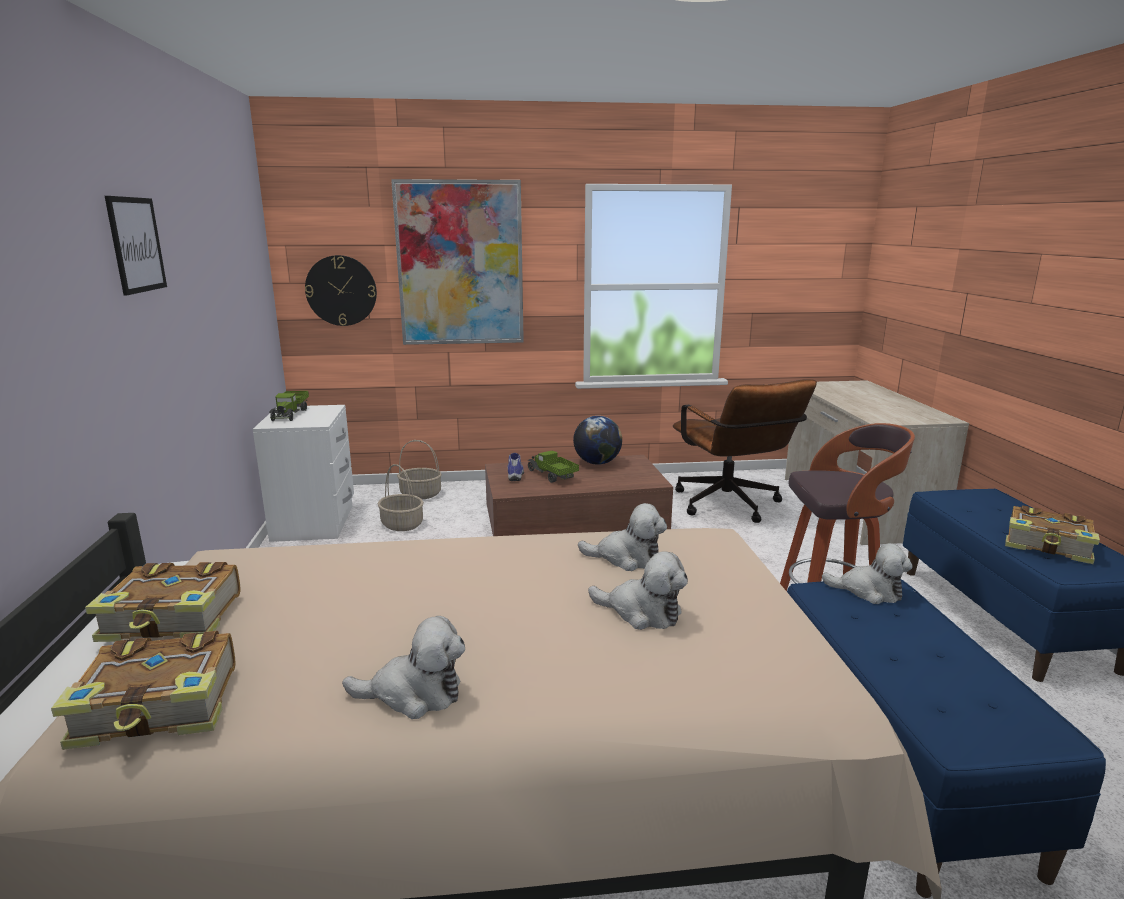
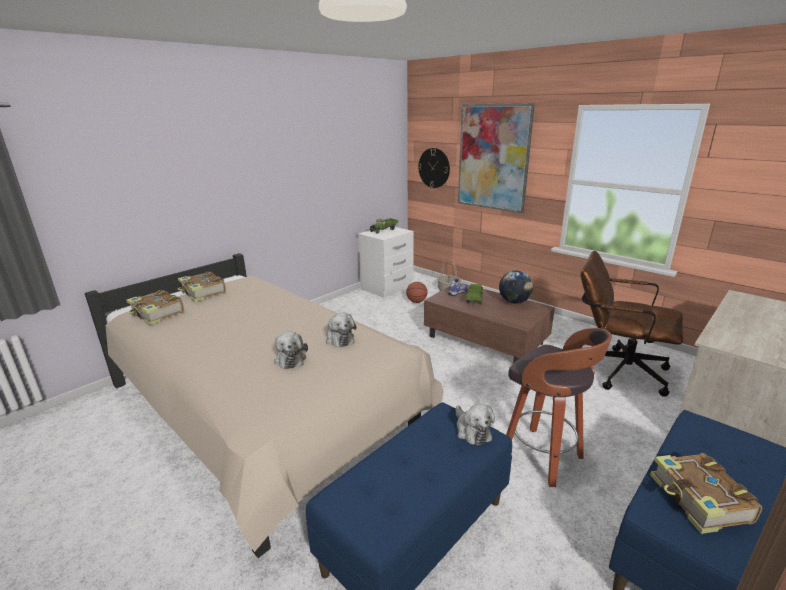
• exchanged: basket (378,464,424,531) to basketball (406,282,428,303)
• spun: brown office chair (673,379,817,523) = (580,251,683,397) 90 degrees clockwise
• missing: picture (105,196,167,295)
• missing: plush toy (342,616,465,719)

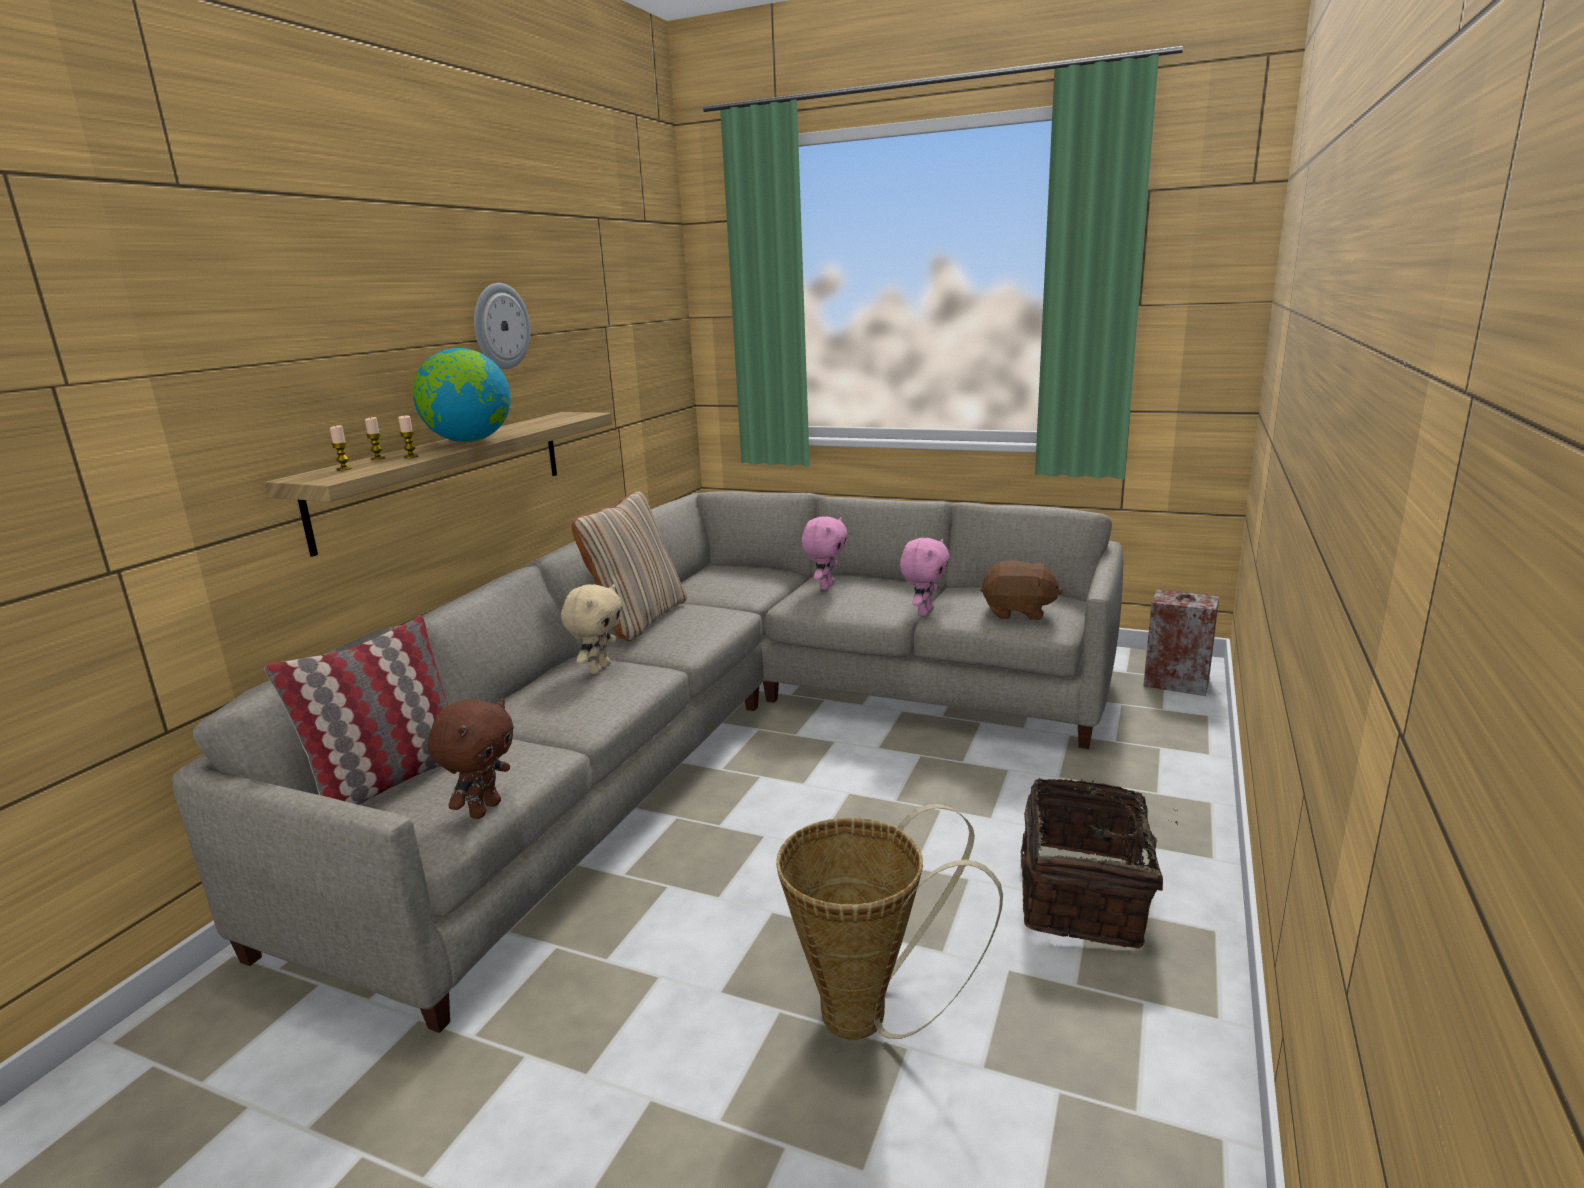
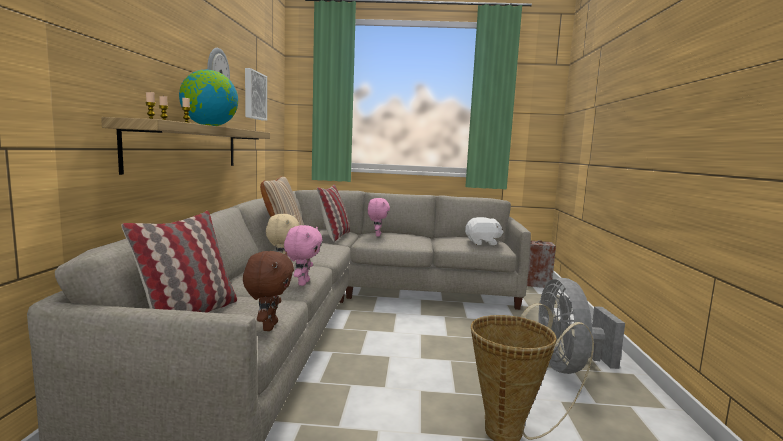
• appeared: picture (245,68,267,121)
• relocated: pink plush toy (900,538,949,616) to (284,225,322,286)
• appeared: pillow (317,184,350,242)
• colour: brown plush toy (981,561,1063,620) to white plush toy (465,217,503,245)
• exchanged: basket (1021,777,1178,948) to grey fan (538,278,625,374)

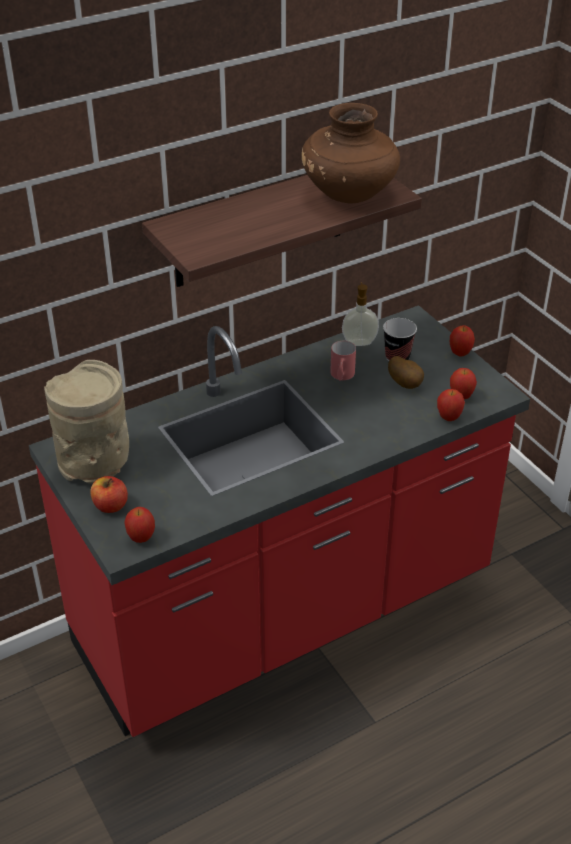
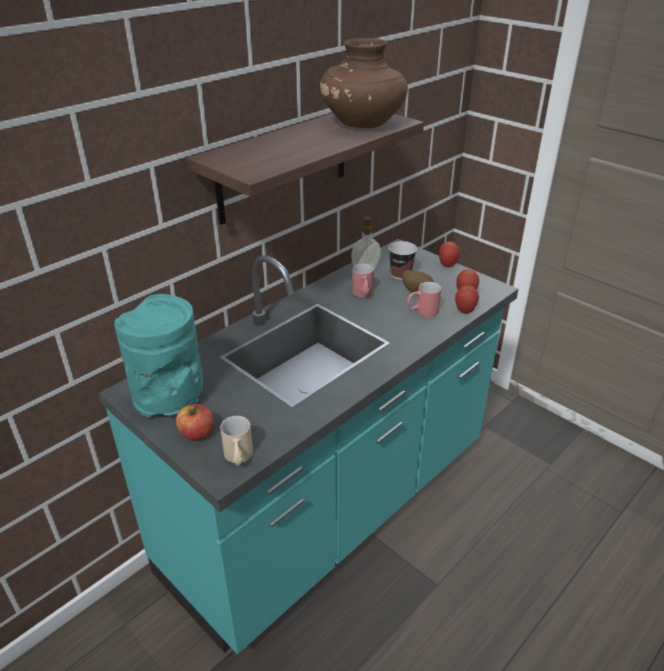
• colour: red counter (29,305,530,737) to turquoise counter (98,239,518,654)
• colour: beige vase (44,360,129,483) to turquoise vase (114,294,203,418)
• exchanged: apple (124,507,155,543) to beige mug (220,416,253,466)
• appeared: red mug (407,282,441,317)

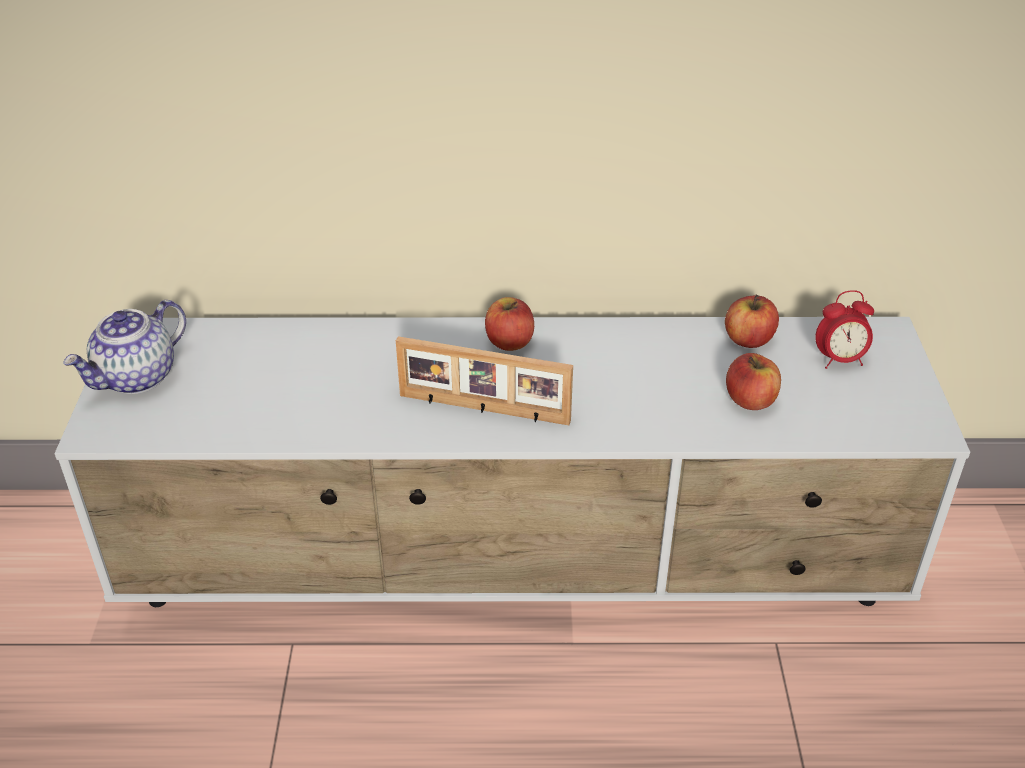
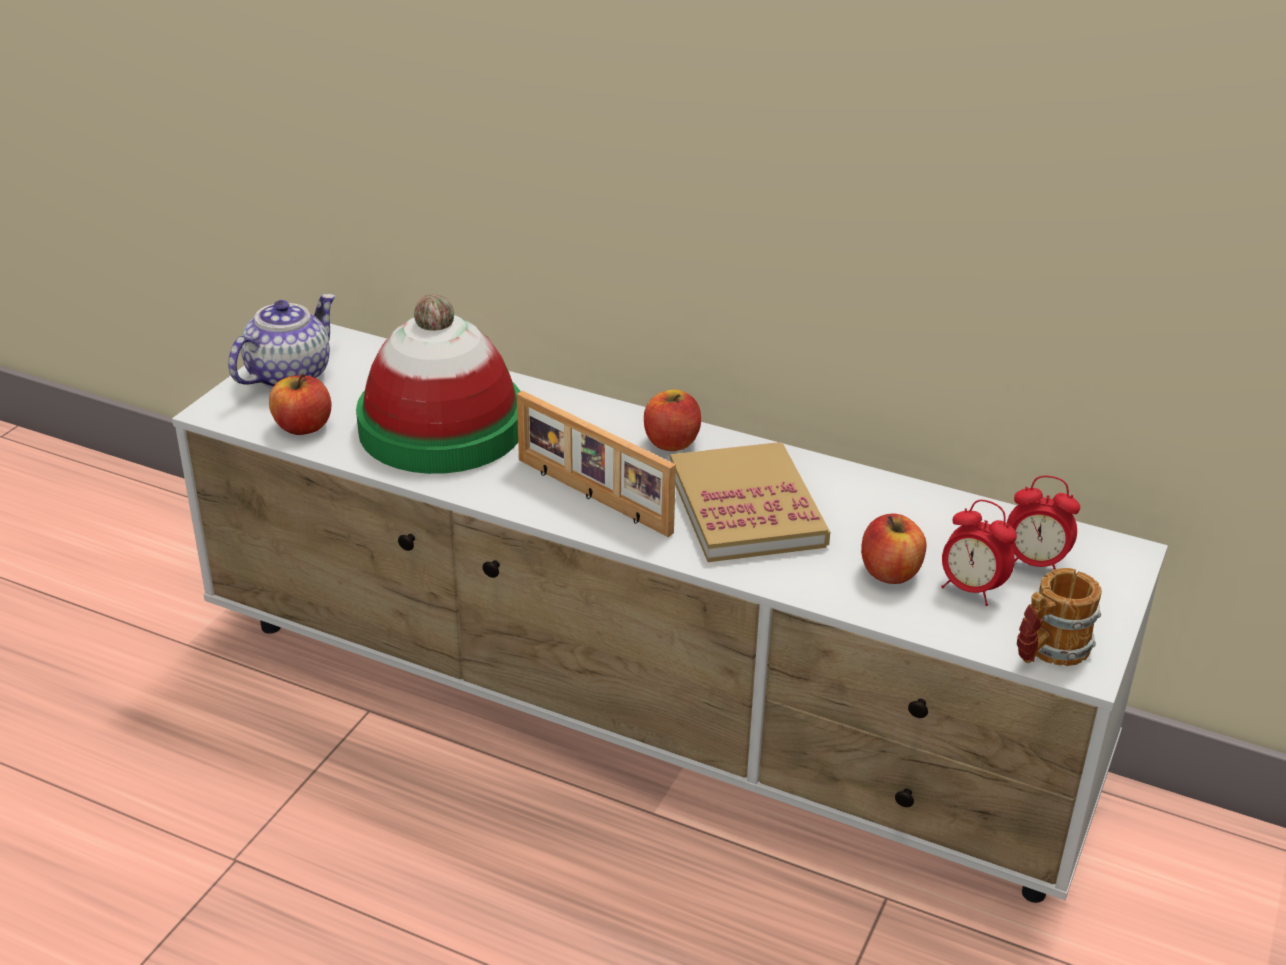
• spun: teapot (63,300,186,394) = (228,294,335,389) 150 degrees clockwise
• relocated: apple (725,294,779,348) to (269,373,331,435)
• appeared: hat (356,294,521,474)
• appeared: book (670,442,830,562)
• appeared: alarm clock (941,500,1017,606)
• appeared: mug (1017,568,1102,666)

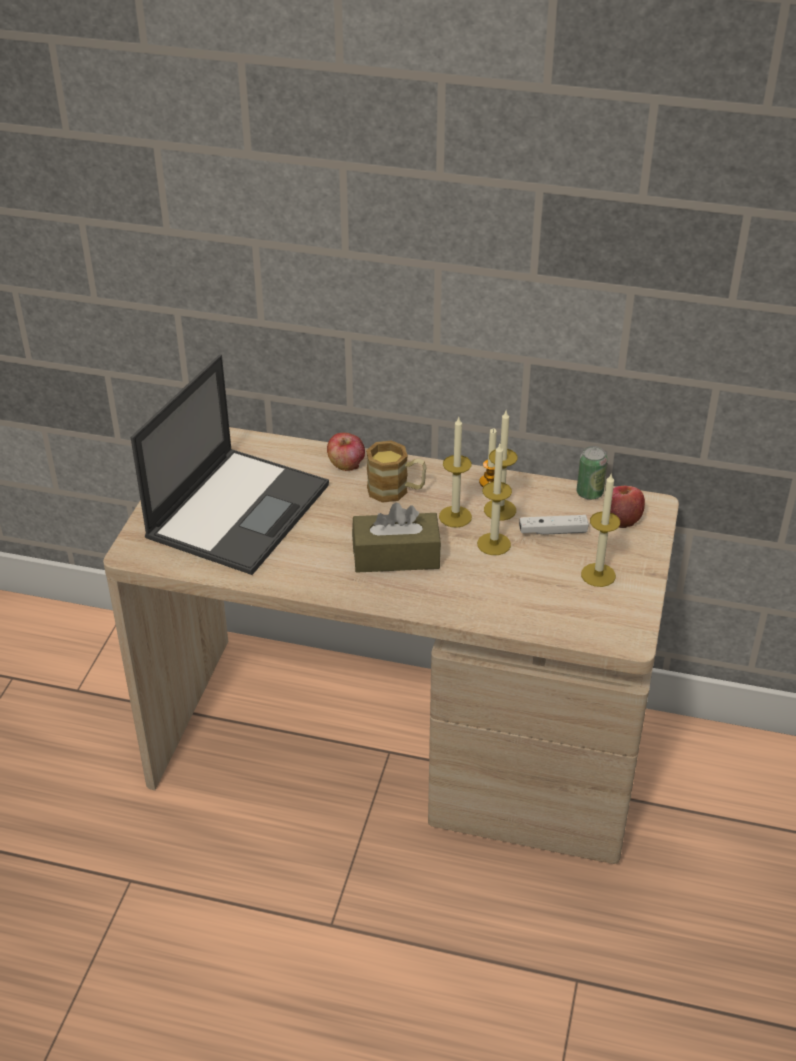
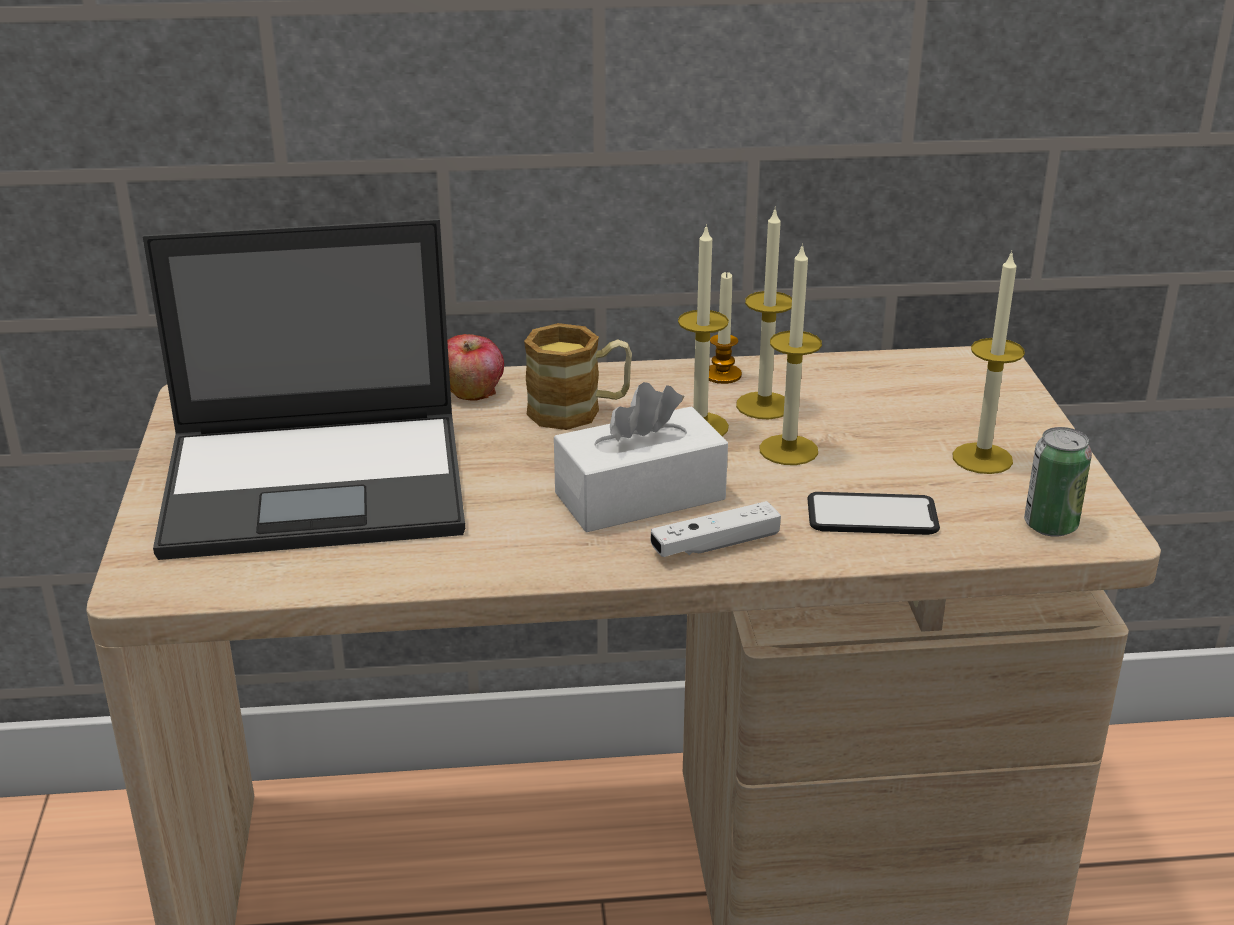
• spun: laptop (130,354,329,575) = (143,219,465,560) 75 degrees clockwise
• colour: brown tissue box (352,502,441,573) to white tissue box (554,382,728,532)
• relocated: white game controller (519,515,589,535) to (650,501,781,557)
• appeared: phone (807,492,940,535)
• relocated: can (577,446,608,500) to (1024,427,1092,537)
• missing: apple (610,486,645,528)

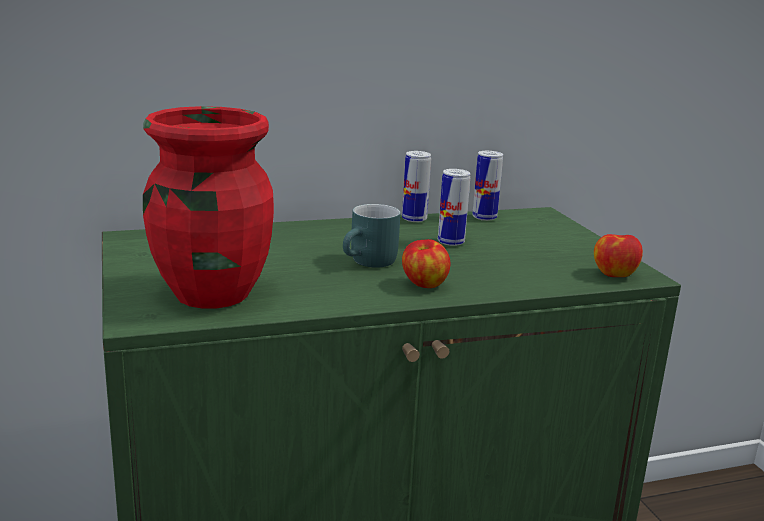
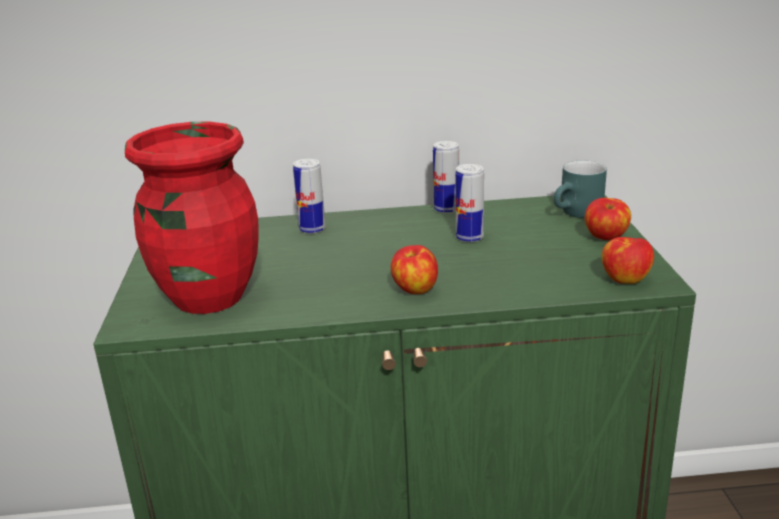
• relocated: can (472,151,503,221) to (293,159,326,234)
• relocated: turquoise mug (343,204,401,268) to (554,161,607,218)
• appeared: apple (585,198,631,240)

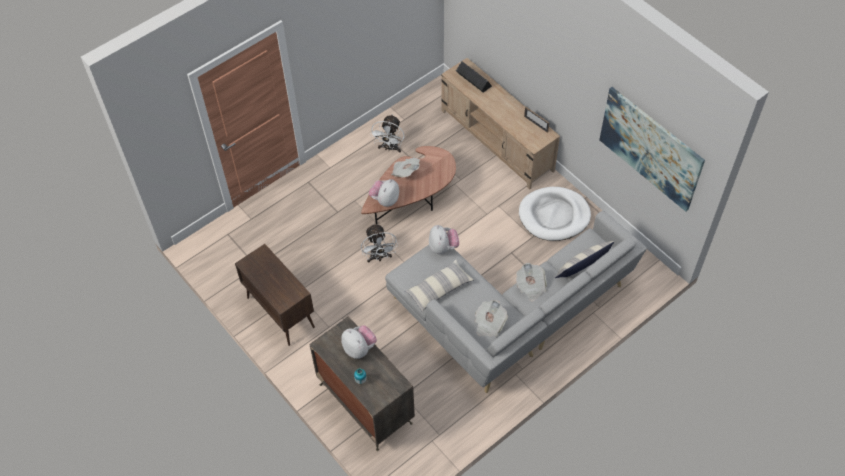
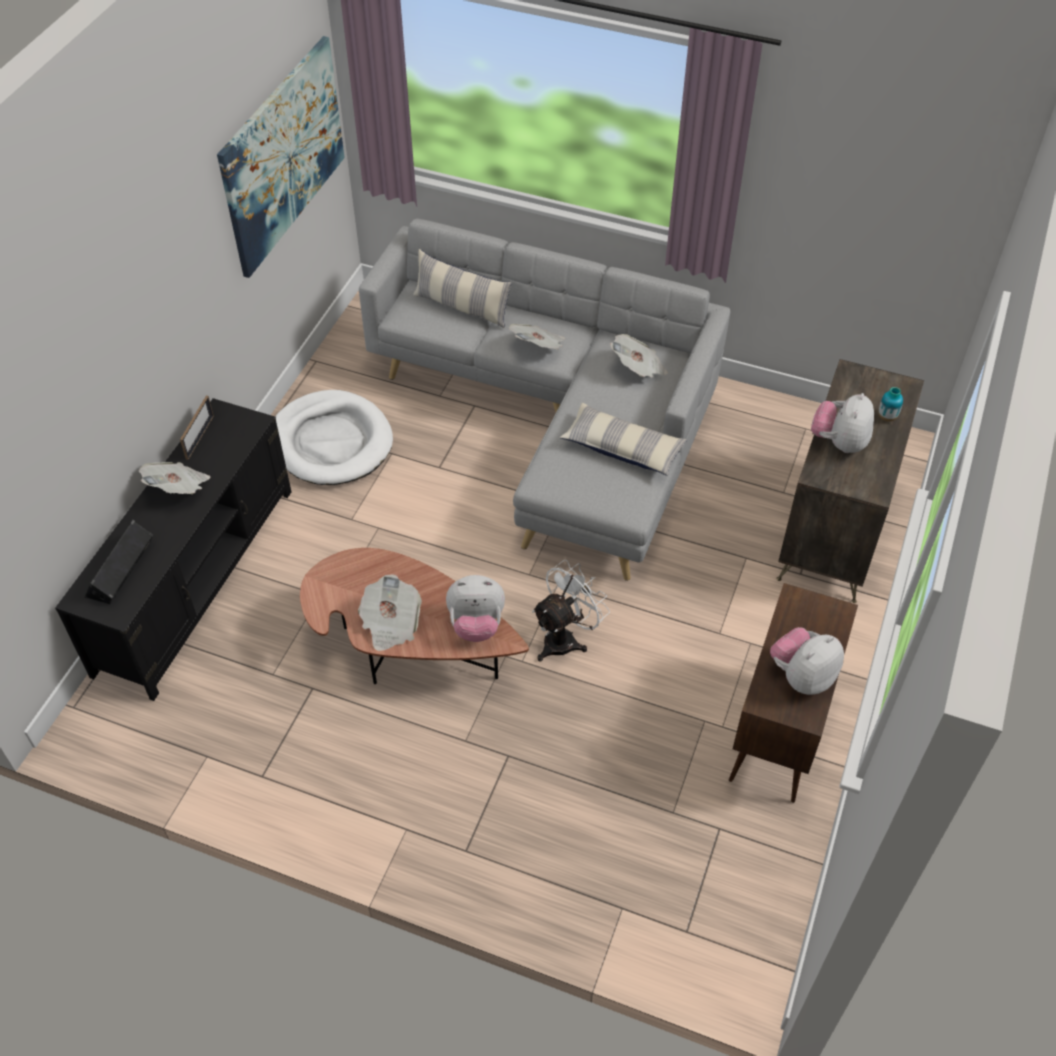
• colour: beige tv stand (441,58,560,189) to black tv stand (55,398,291,701)
• appeared: newspaper (139,462,211,494)
• relocated: plush toy (429,225,459,254) to (770,627,844,695)
• missing: white fan (370,114,405,152)

